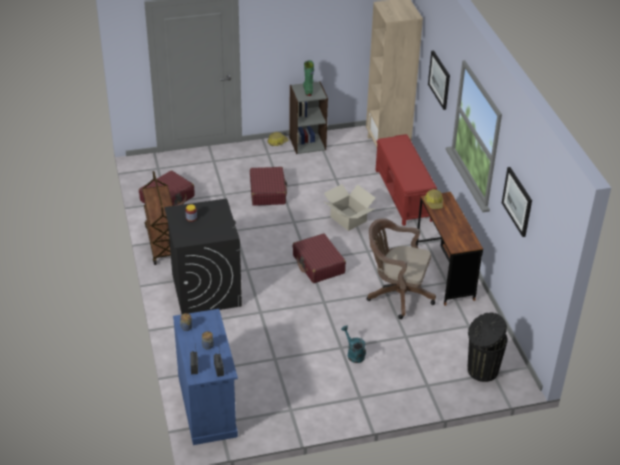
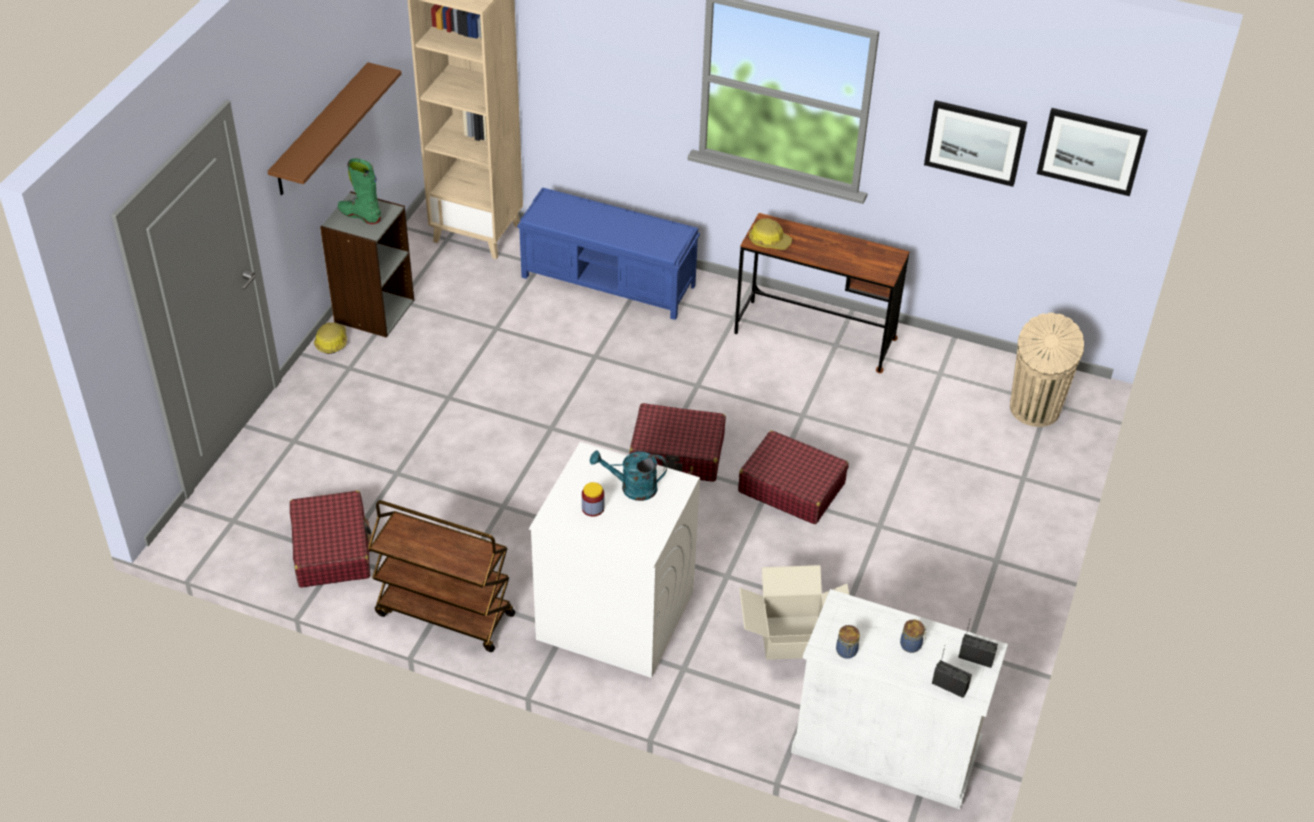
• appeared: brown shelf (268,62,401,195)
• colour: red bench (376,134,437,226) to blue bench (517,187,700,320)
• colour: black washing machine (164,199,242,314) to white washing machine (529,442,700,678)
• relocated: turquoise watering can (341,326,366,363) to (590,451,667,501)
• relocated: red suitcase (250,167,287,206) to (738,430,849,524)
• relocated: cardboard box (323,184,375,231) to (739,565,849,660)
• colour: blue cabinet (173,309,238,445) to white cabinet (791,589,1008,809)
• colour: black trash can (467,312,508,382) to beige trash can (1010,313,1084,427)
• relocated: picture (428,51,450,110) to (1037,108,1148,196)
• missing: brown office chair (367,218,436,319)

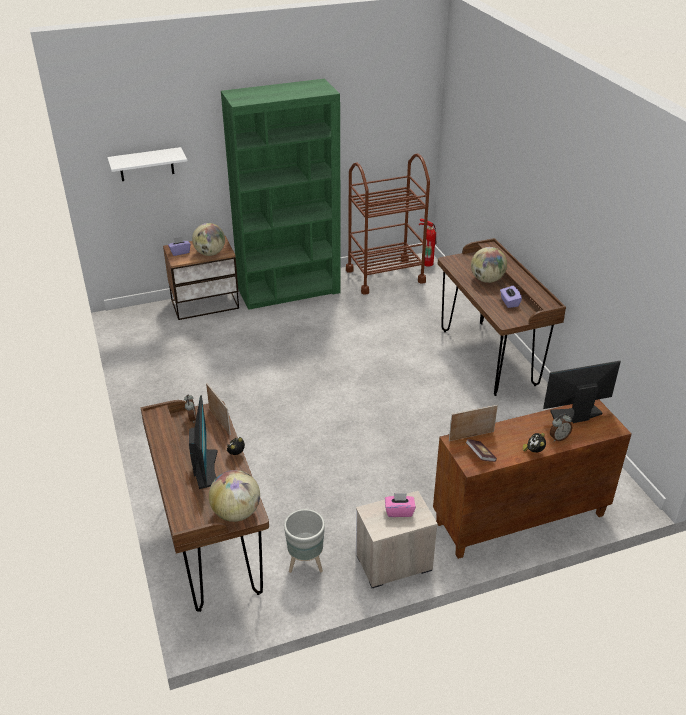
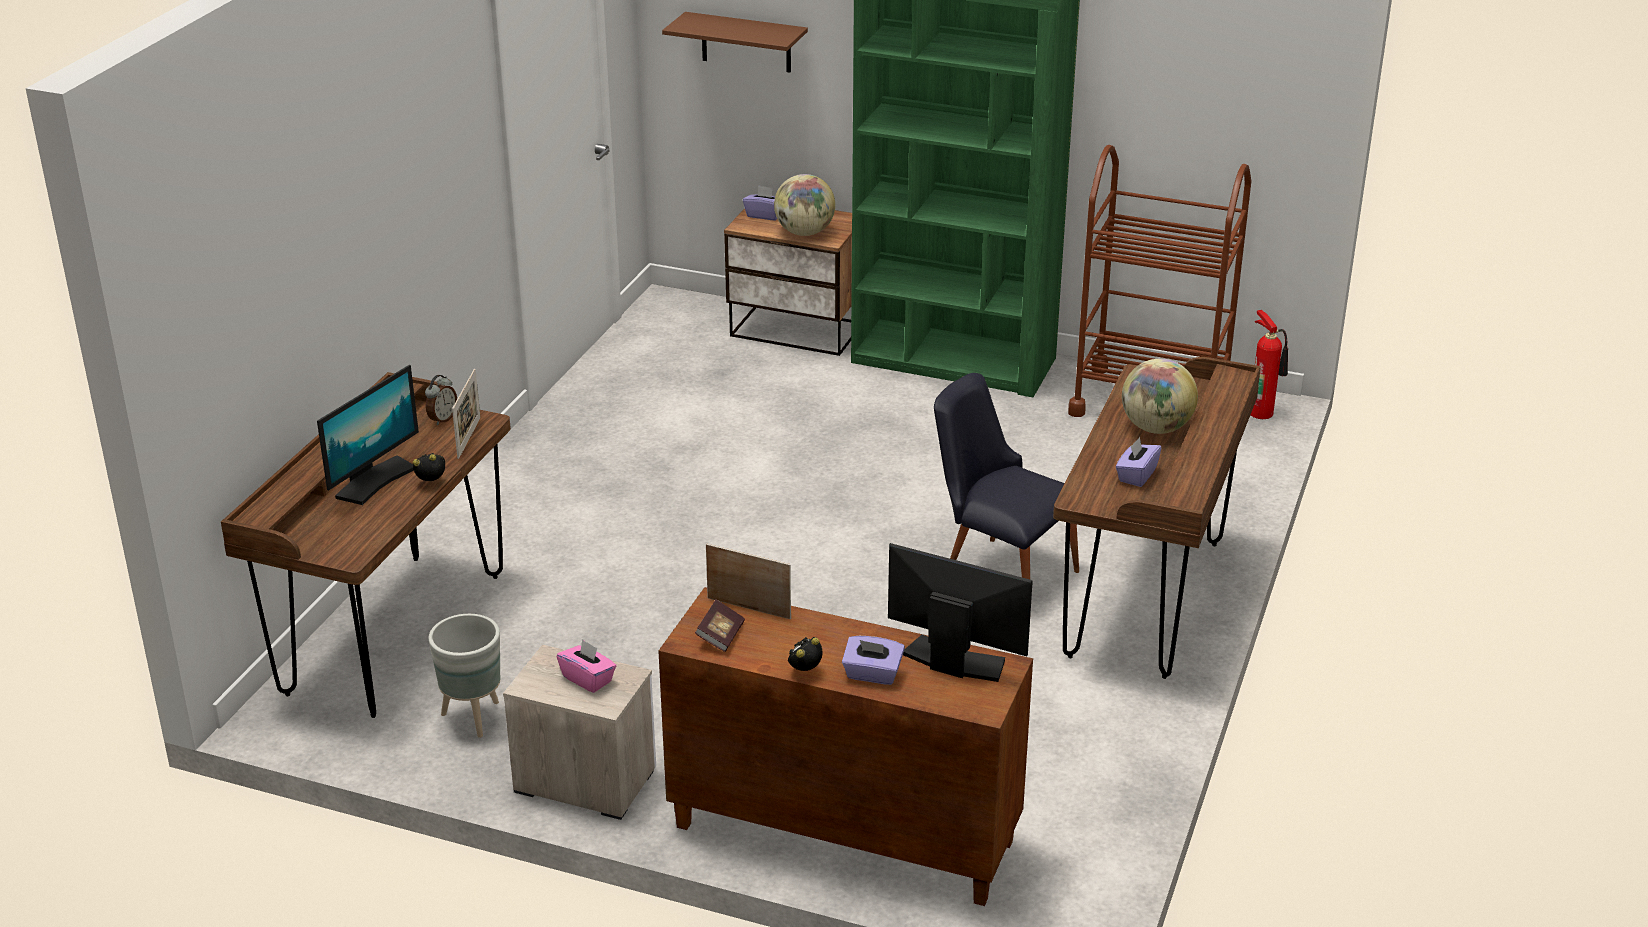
• colour: white shelf (107,147,187,181) to brown shelf (662,12,808,73)
• exchanged: alarm clock (550,413,572,441) to purple tissue box (842,636,905,685)
• appeared: black chair (934,373,1079,616)
• missing: globe (209,470,260,522)

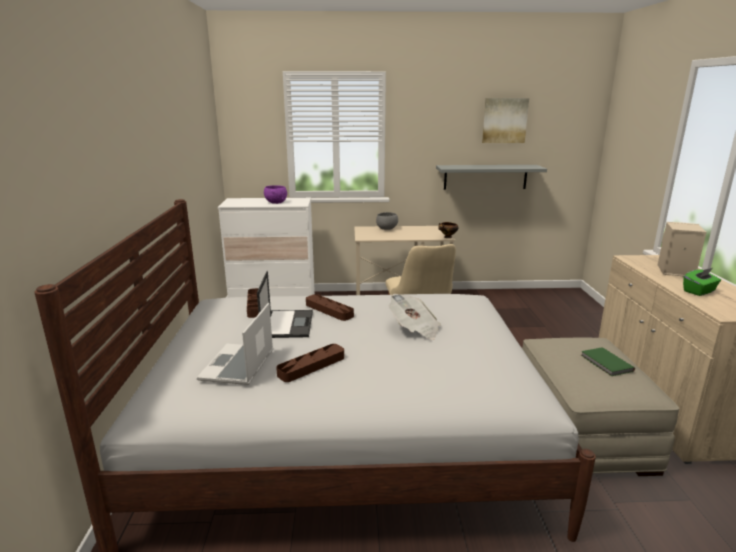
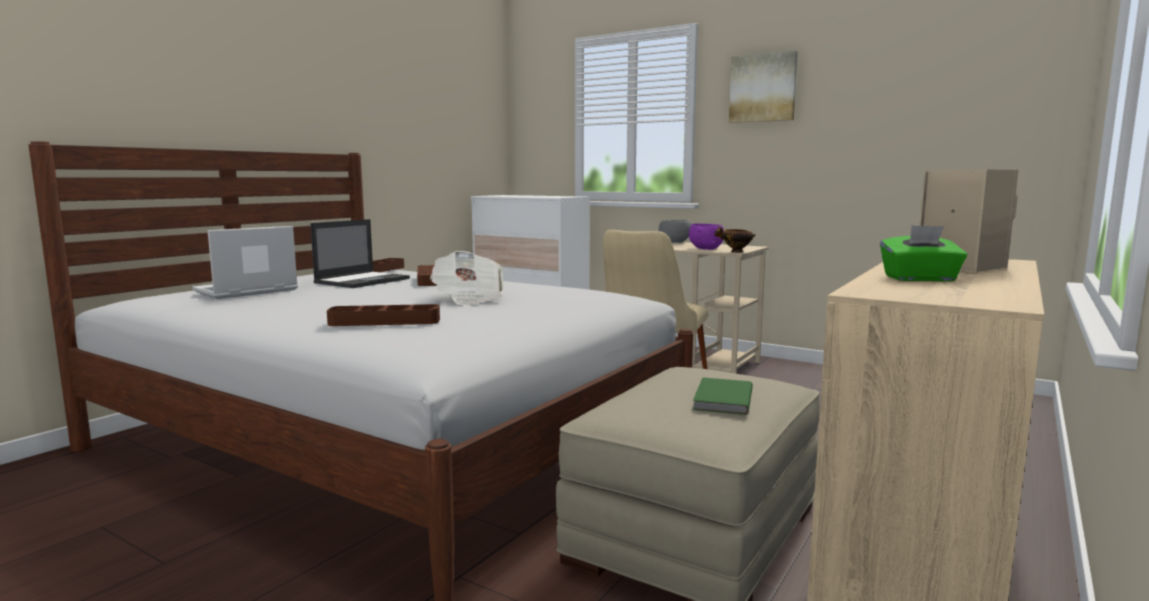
• relocated: brown tray (276,344,344,382) to (327,304,440,326)
• relocated: purple bowl (264,185,287,204) to (689,224,724,250)
• relocated: picture (482,98,529,143) to (729,50,798,123)
• missing: grey shelf (436,165,547,190)

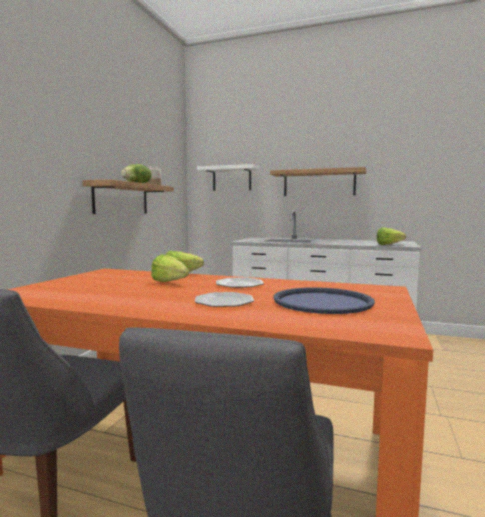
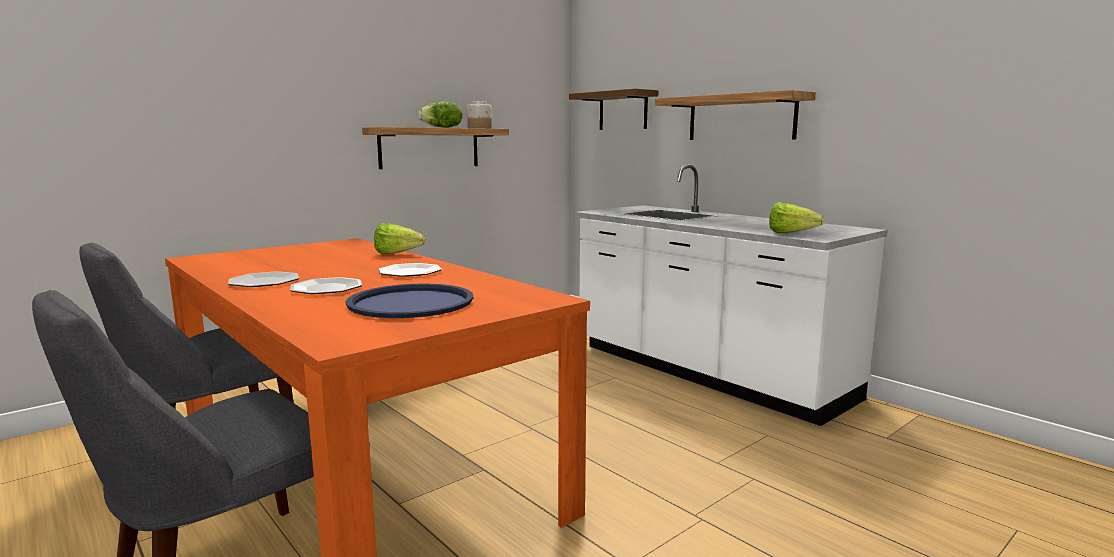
• appeared: plate (228,271,299,287)
• colour: white shelf (197,164,259,191) to brown shelf (569,88,658,130)
• missing: lettuce (151,254,189,282)

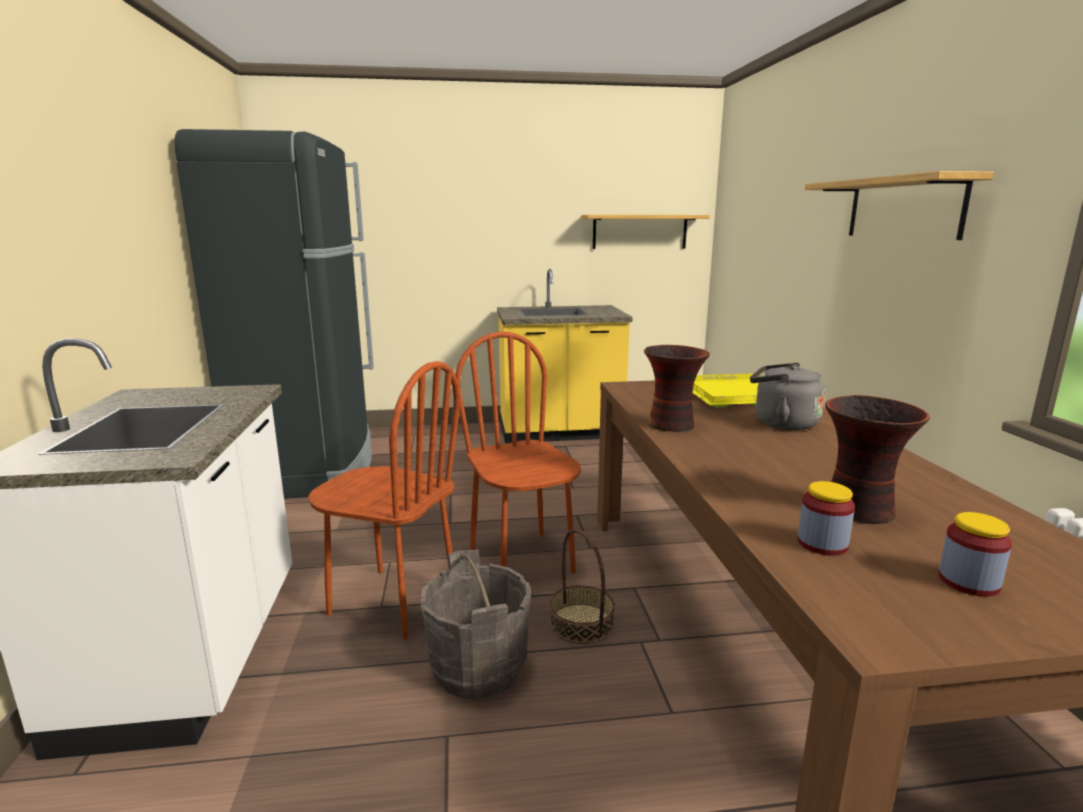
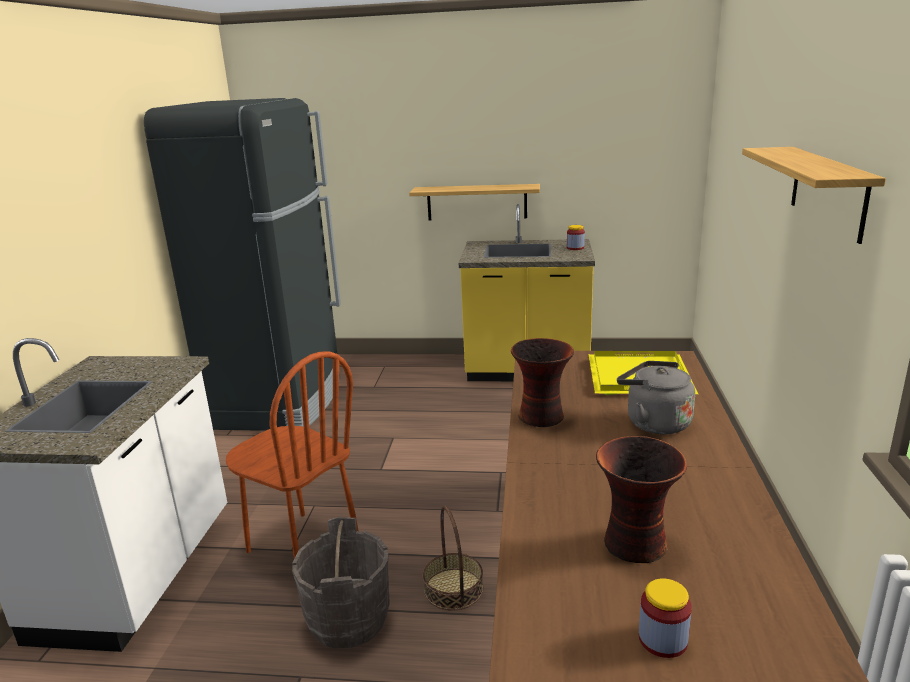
• relocated: shelf (581,215,710,249) to (409,184,540,220)
• relocated: jar (798,481,855,556) to (567,225,585,250)
• missing: brown chair (455,331,581,574)

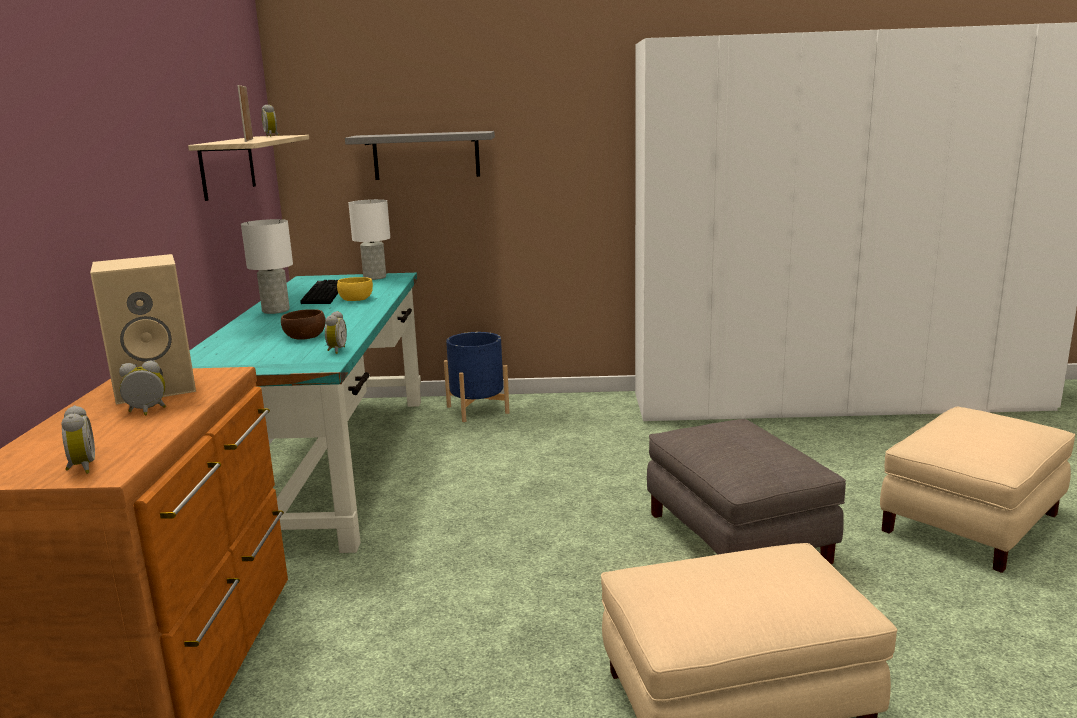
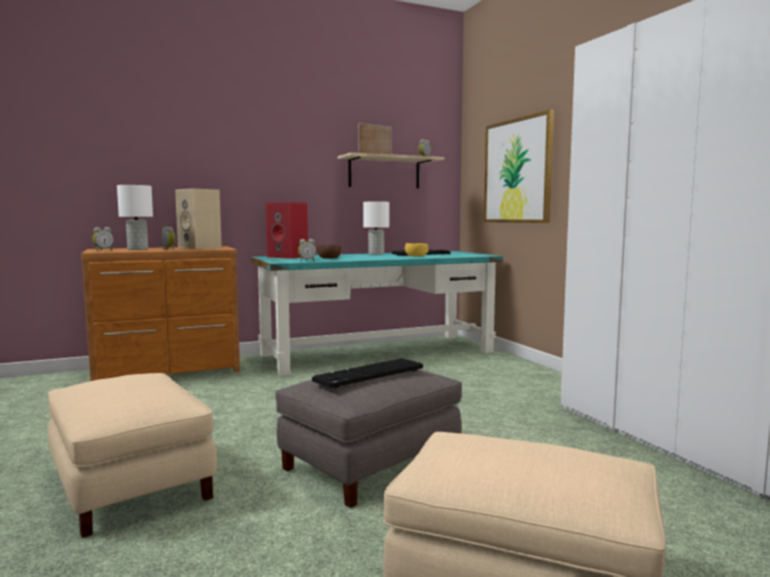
• relocated: white table lamp (348,199,390,280) to (117,185,153,250)
• appeared: red speaker (266,202,308,259)
• appeared: keyboard (312,358,423,389)
• exchanged: grey shelf (345,131,495,180) to picture (484,110,554,223)
• missing: blue planter (444,332,510,422)

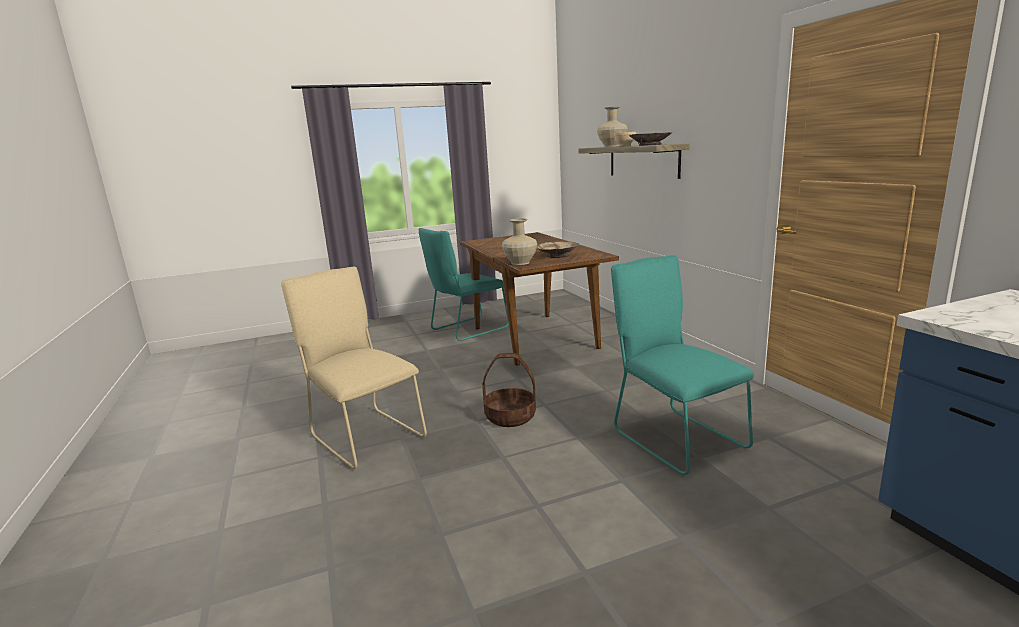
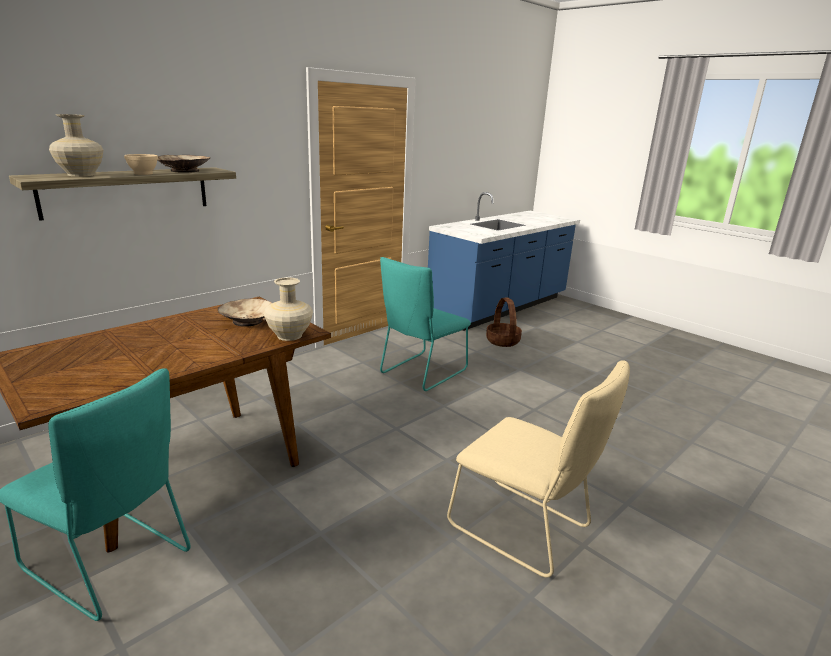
• spun: beige chair (281,266,427,469) = (447,360,630,578) 75 degrees counterclockwise
• relocated: basket (482,353,536,427) to (486,298,522,347)

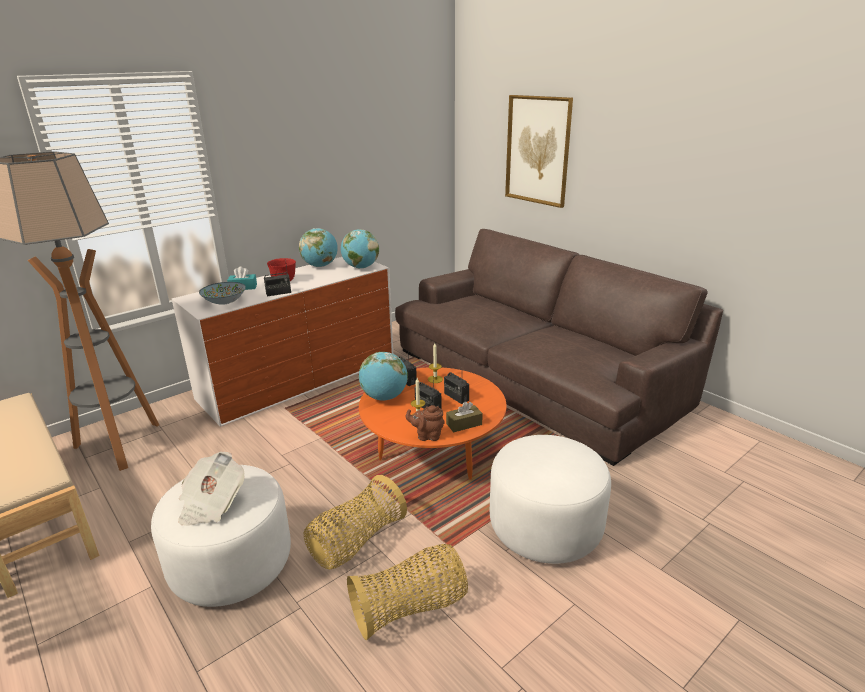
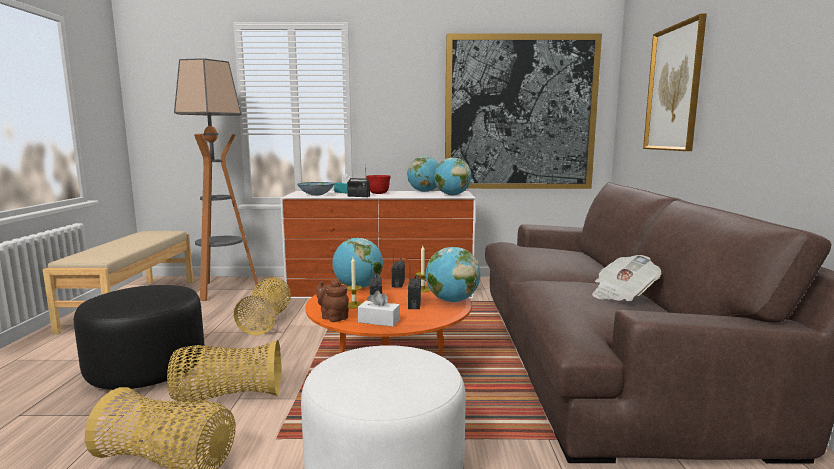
• colour: white ottoman (151,465,291,607) to black ottoman (74,285,204,390)
• appeared: basket (234,277,291,335)
• colour: brown tissue box (446,401,483,432) to white tissue box (358,291,400,327)
• appeared: globe (426,247,480,302)
• appeared: picture (445,33,602,189)
• relocated: newspaper (178,451,245,526) to (592,255,661,301)

